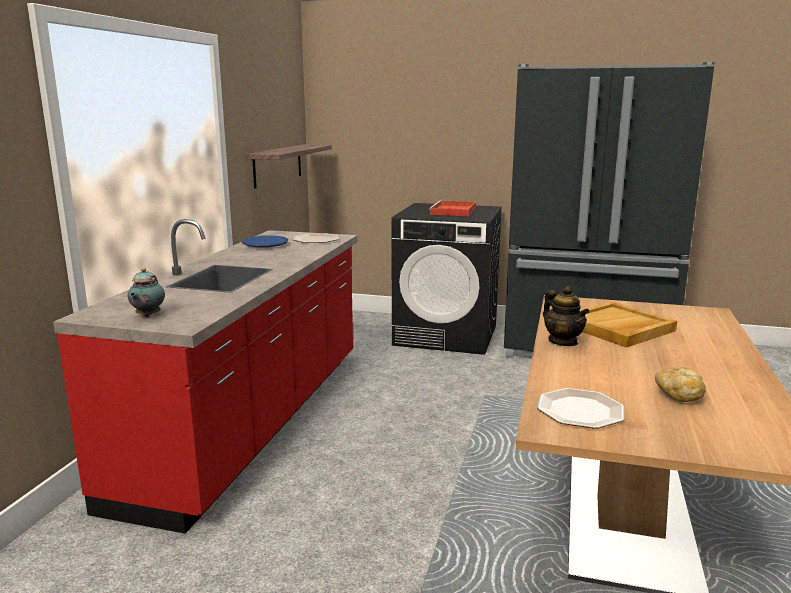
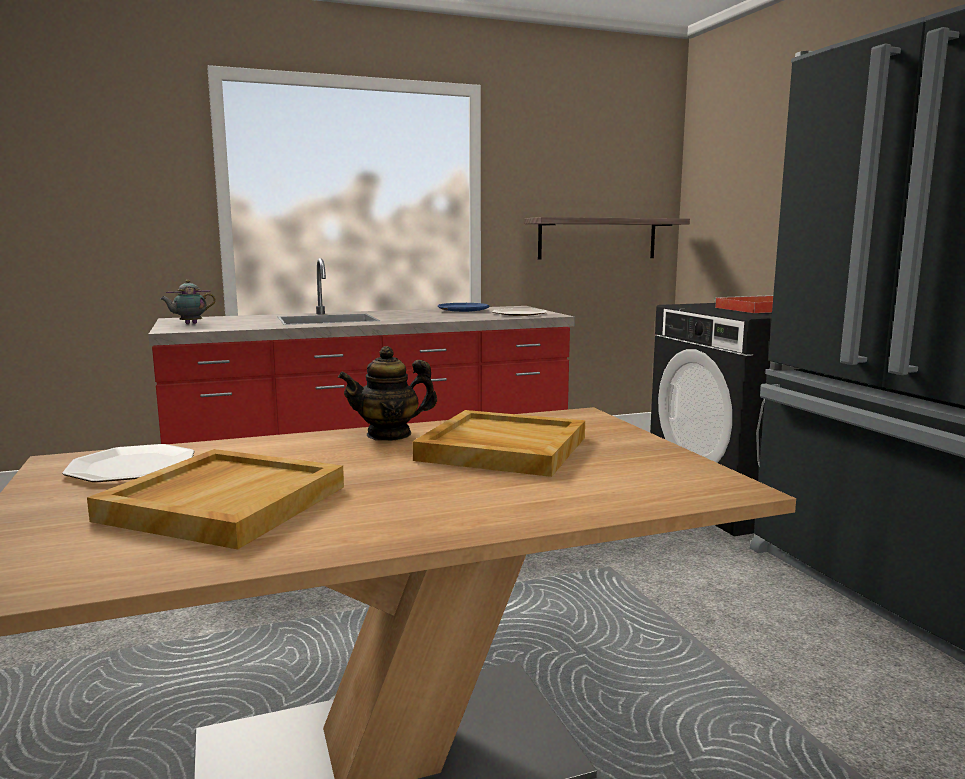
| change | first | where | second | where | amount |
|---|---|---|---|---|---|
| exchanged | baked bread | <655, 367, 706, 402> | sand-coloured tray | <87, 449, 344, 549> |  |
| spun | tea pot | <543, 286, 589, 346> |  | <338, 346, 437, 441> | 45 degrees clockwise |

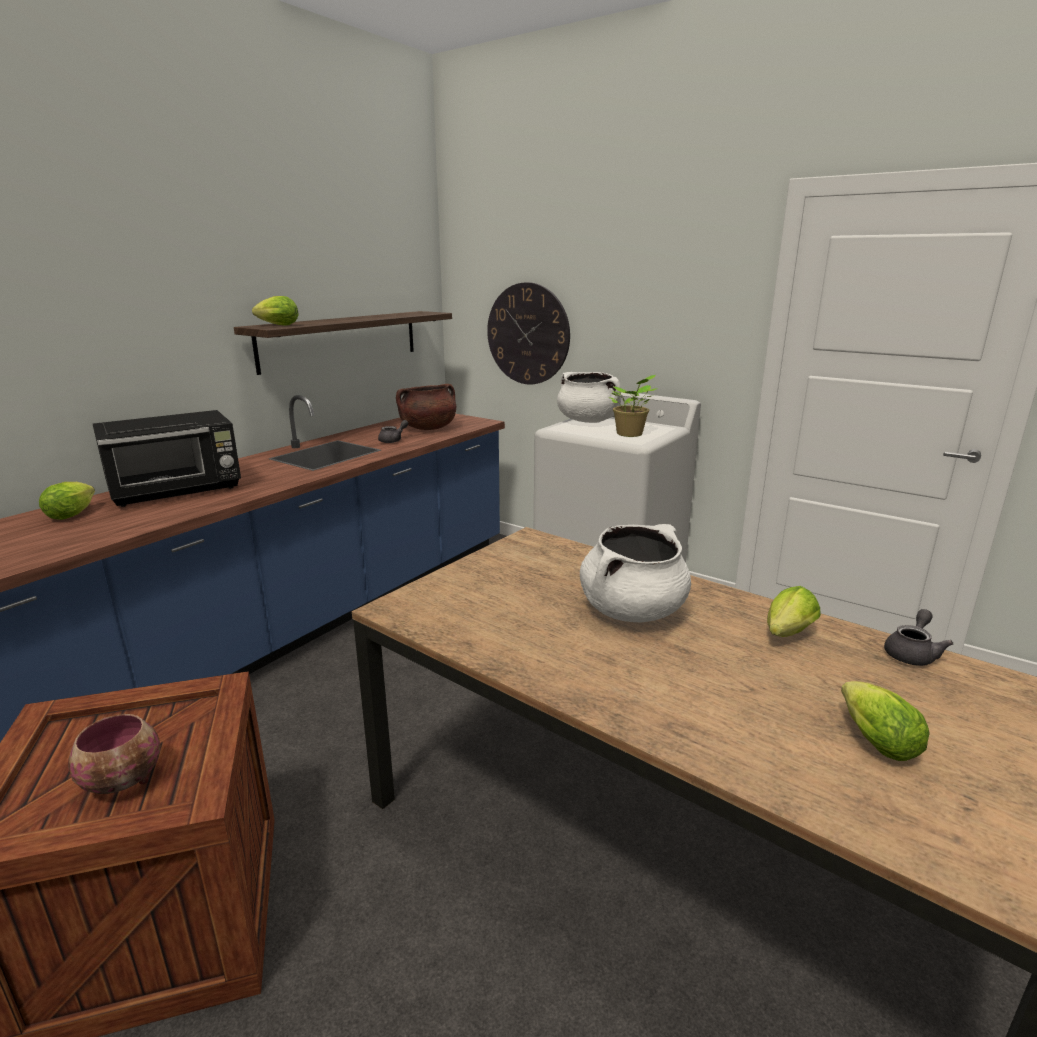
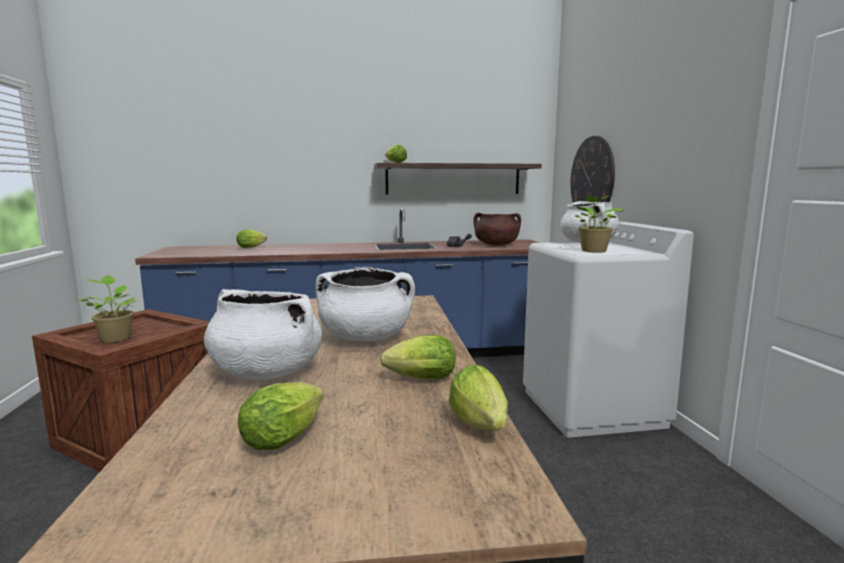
| change | first | where | second | where | amount |
|---|---|---|---|---|---|
| missing | black-coloured kitchen microwave | <93, 410, 241, 507> |  |  |  |
| appeared |  |  | whitish cooking pot | <204, 289, 322, 380> |  |
| exchanged | deep dish | <68, 714, 161, 794> | houseplant | <77, 275, 138, 343> |  |
| exchanged | gray tea pot | <884, 609, 953, 666> | head of lettuce | <449, 364, 508, 431> |  |

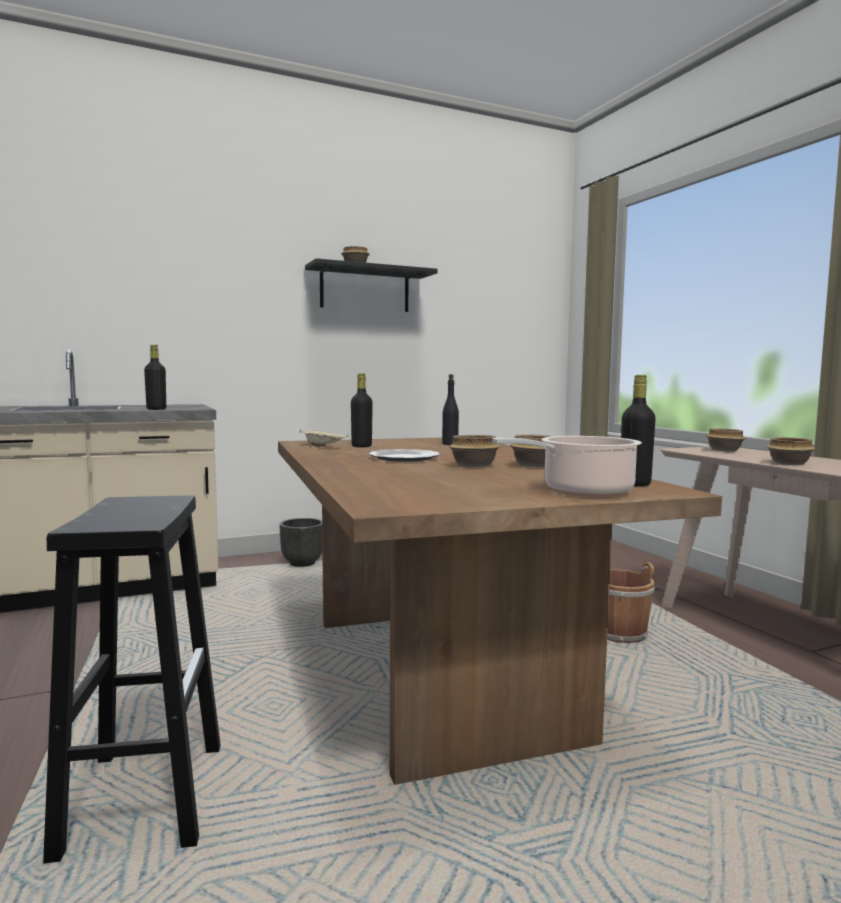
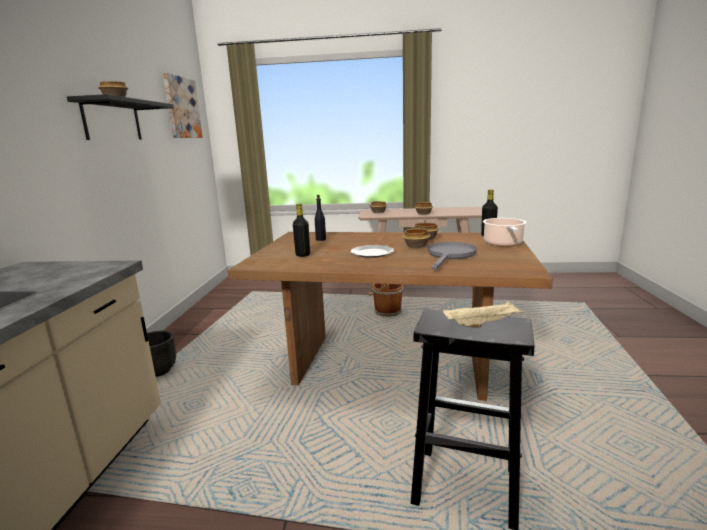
| change | first | where | second | where | amount |
|---|---|---|---|---|---|
| missing | black-coloured bottle | <144, 345, 166, 410> |  |  |  |
| appeared |  |  | wall art | <163, 73, 203, 138> |  |
| appeared |  |  | gray skillet | <428, 242, 477, 270> |  |
| relocated | sand-coloured tray | <300, 429, 349, 447> |  | <443, 301, 525, 328> |  |

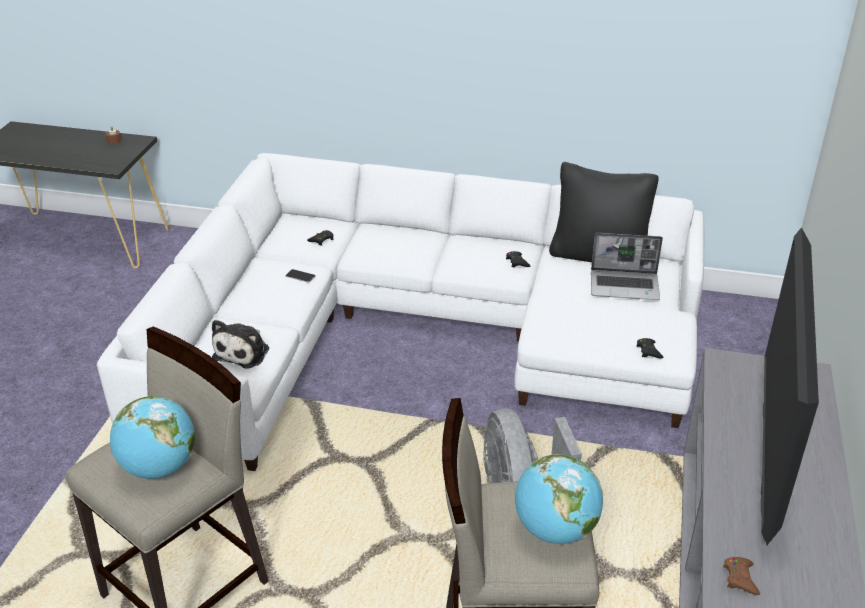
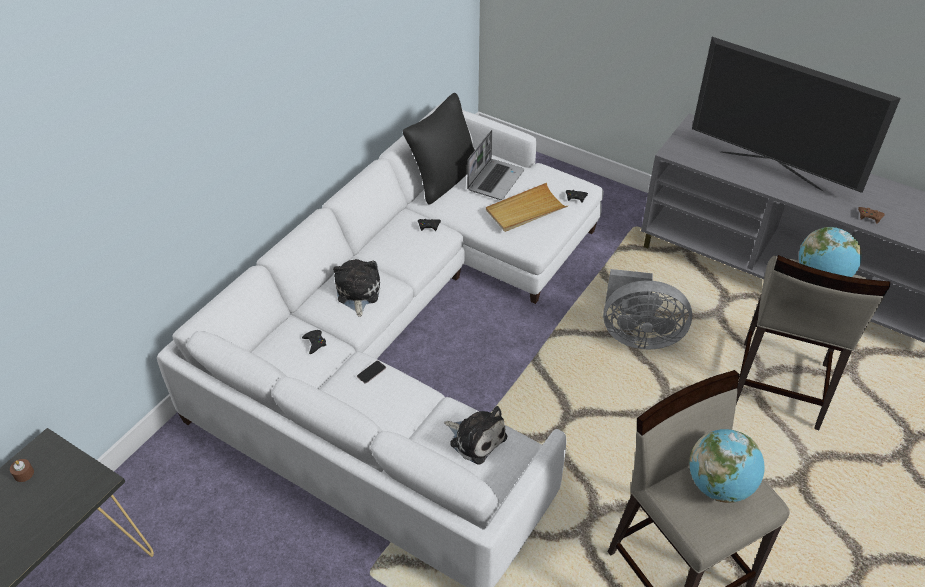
| change | first | where | second | where | amount |
|---|---|---|---|---|---|
| appeared |  |  | soft toy | <333, 259, 380, 317> |  |
| appeared |  |  | sand-coloured tray | <486, 183, 569, 232> |  |

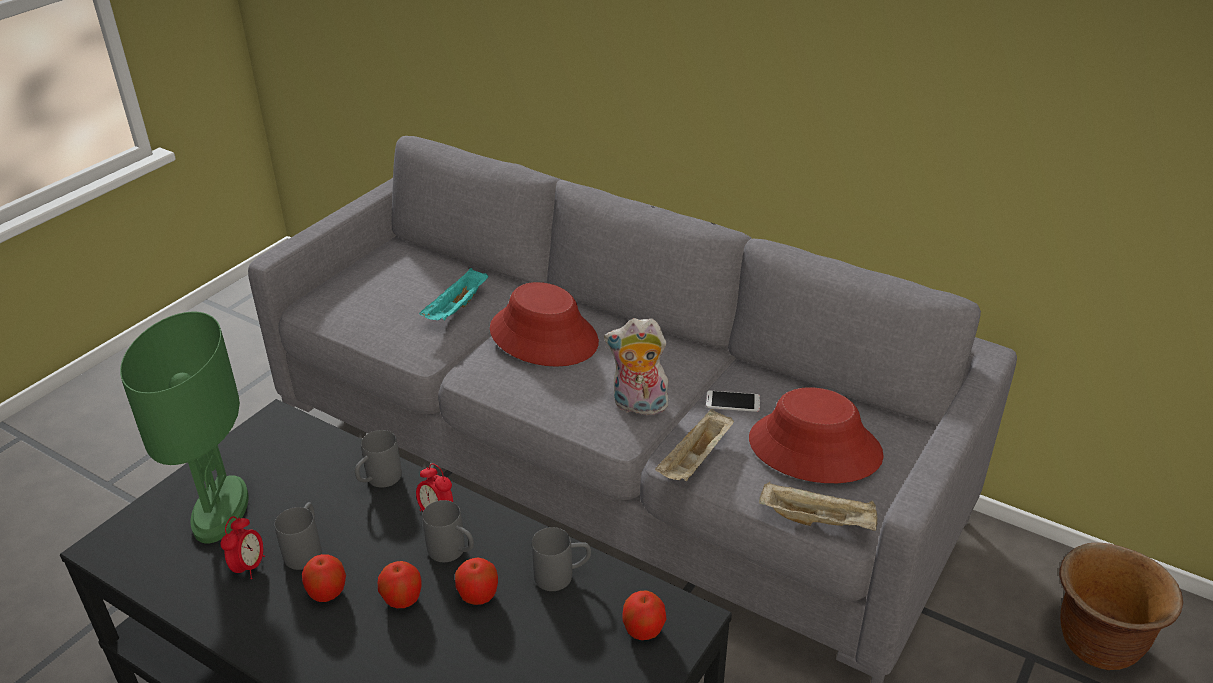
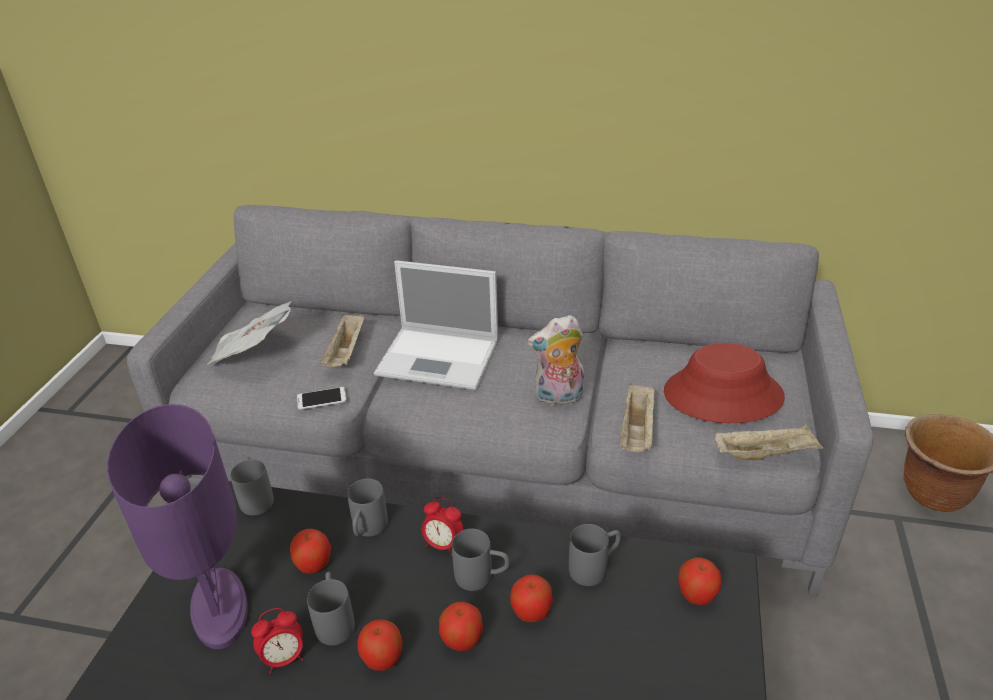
| change | first | where | second | where | amount |
|---|---|---|---|---|---|
| appeared |  |  | daily paper | <207, 301, 292, 365> |  |
| appeared |  |  | gray tea mug | <230, 456, 274, 516> |  |
| appeared |  |  | apple | <290, 529, 331, 574> |  |
| relocated | phone | <706, 390, 760, 412> |  | <297, 387, 347, 410> |  |
| exchanged | red-coloured hat | <490, 282, 599, 367> | laptop | <374, 260, 498, 390> |  |
| colour | greenish tabletop lamp | <120, 311, 248, 544> | purplish tabletop lamp | <107, 404, 248, 649> |  |
| colour | turquoise-coloured tray | <419, 268, 488, 320> | sand-coloured tray | <320, 313, 364, 367> |  |
| spun | table clock | <221, 516, 265, 579> |  | <251, 608, 303, 674> | 75 degrees clockwise |

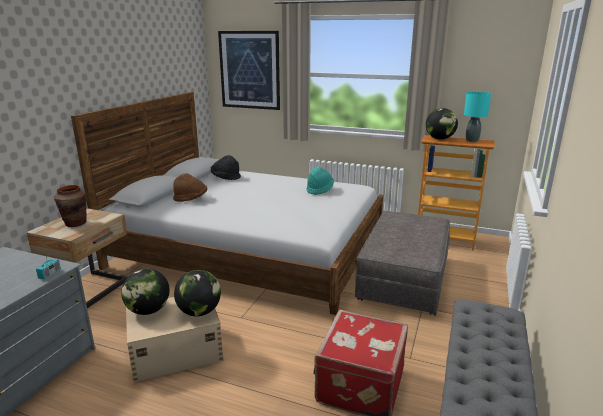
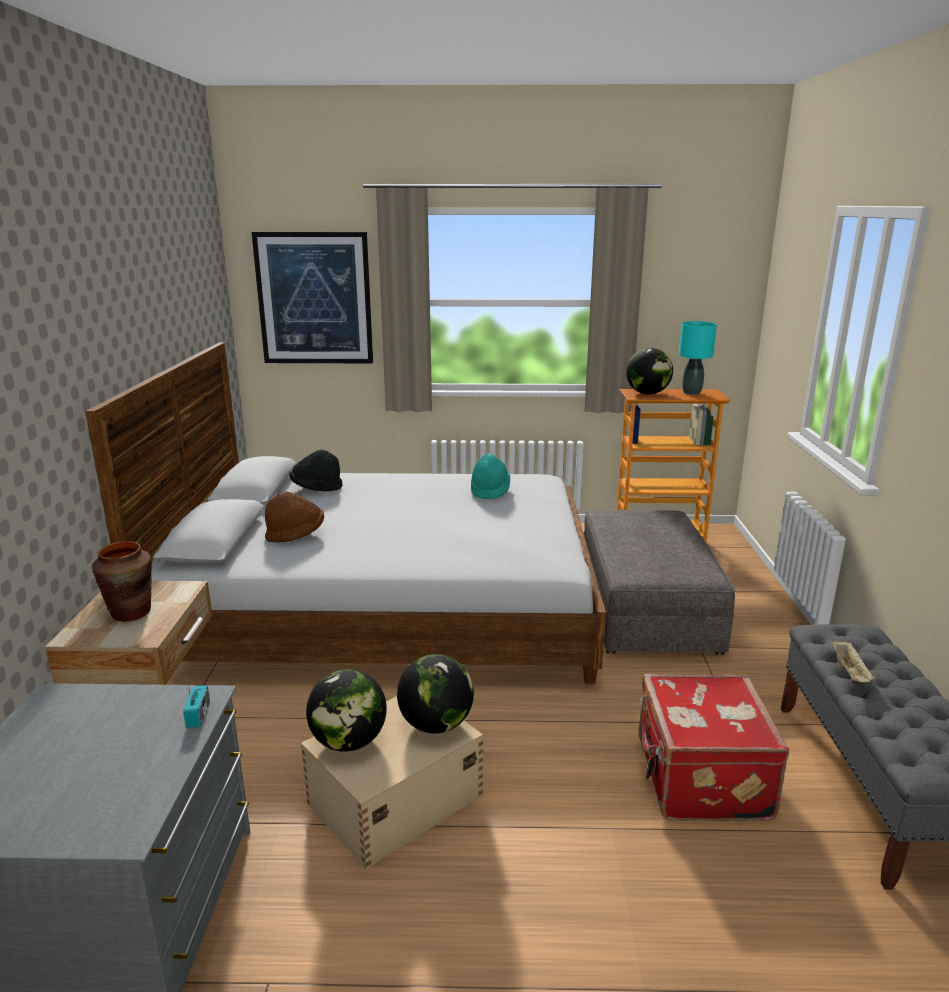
| change | first | where | second | where | amount |
|---|---|---|---|---|---|
| appeared |  |  | sand-coloured tray | <831, 639, 875, 682> |  |

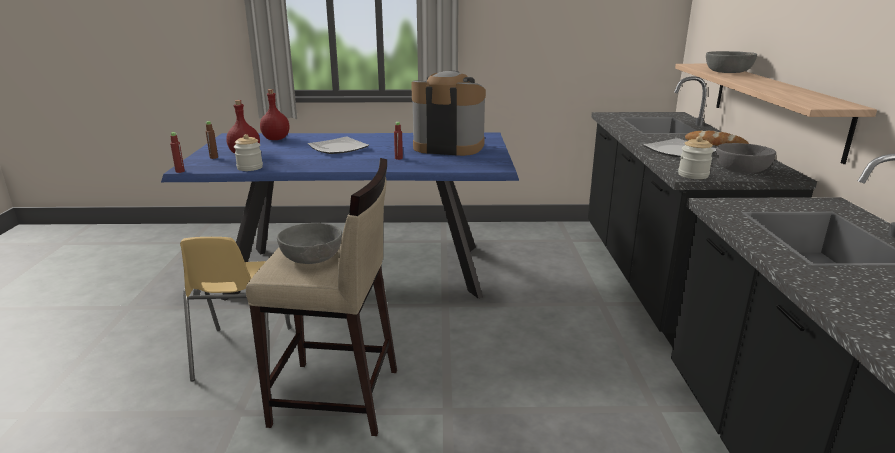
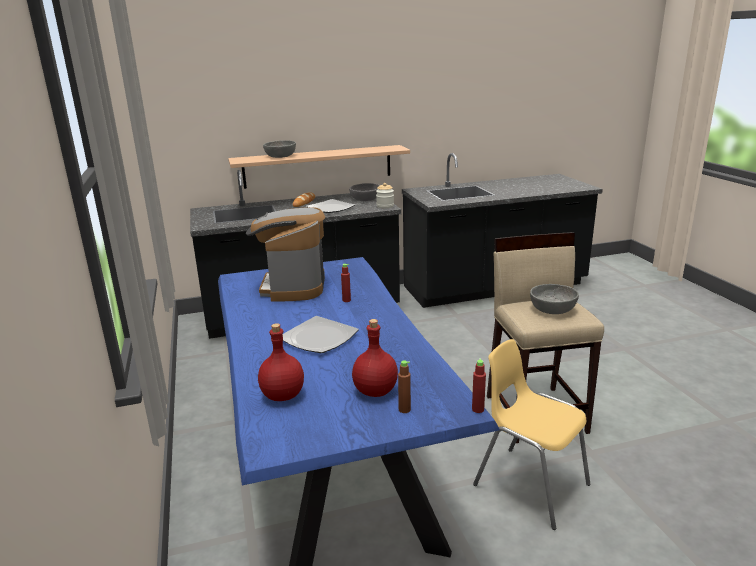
| change | first | where | second | where | amount |
|---|---|---|---|---|---|
| missing | preserve jar | <234, 134, 263, 171> |  |  |  |
| spun | yellow-coloured plain chair | <180, 237, 291, 382> |  | <473, 339, 591, 530> | 120 degrees counterclockwise |

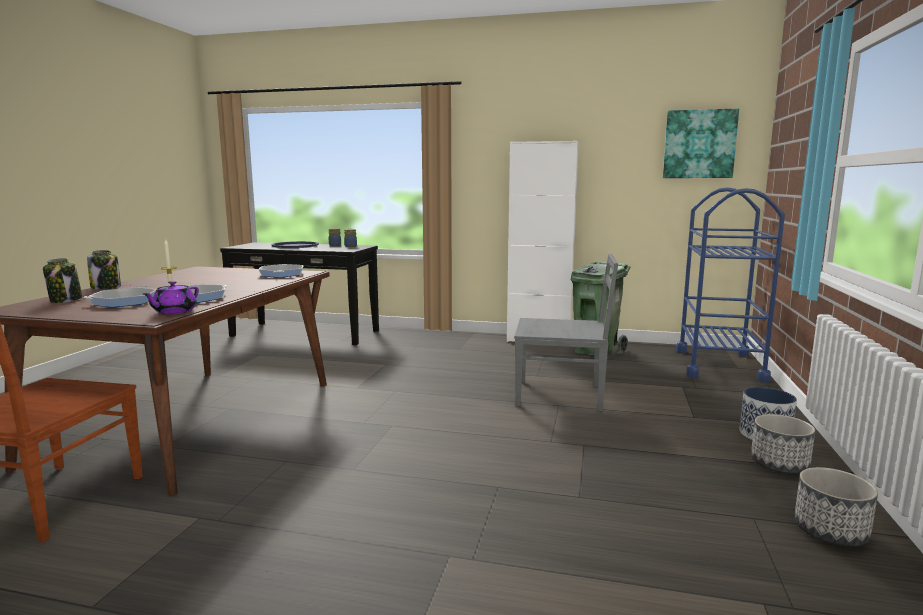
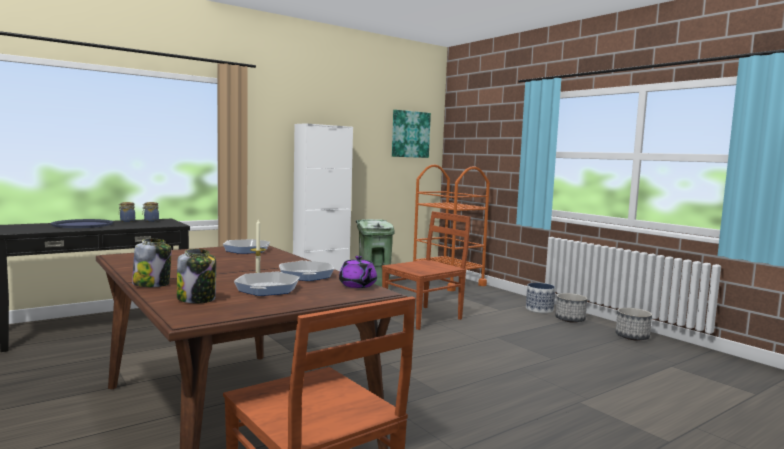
| change | first | where | second | where | amount |
|---|---|---|---|---|---|
| colour | gray plain chair | <514, 254, 618, 411> | brown-coloured plain chair | <382, 211, 470, 330> |  |
| colour | bluish cart | <676, 187, 785, 383> | orange cart | <413, 164, 490, 291> |  |

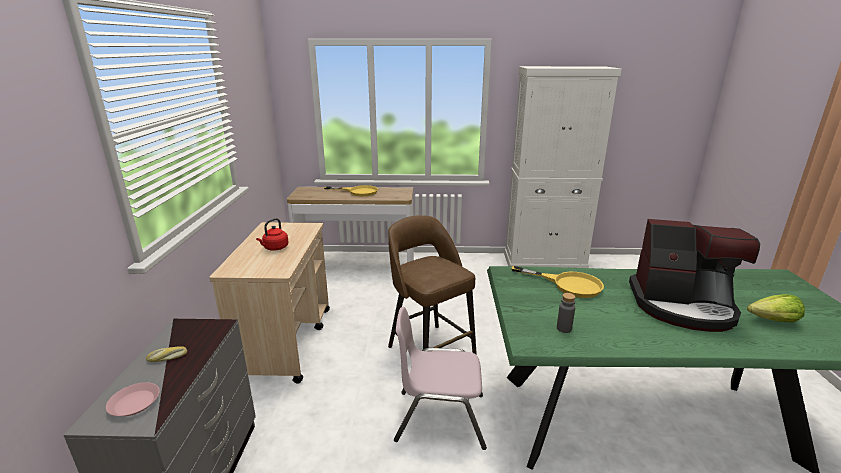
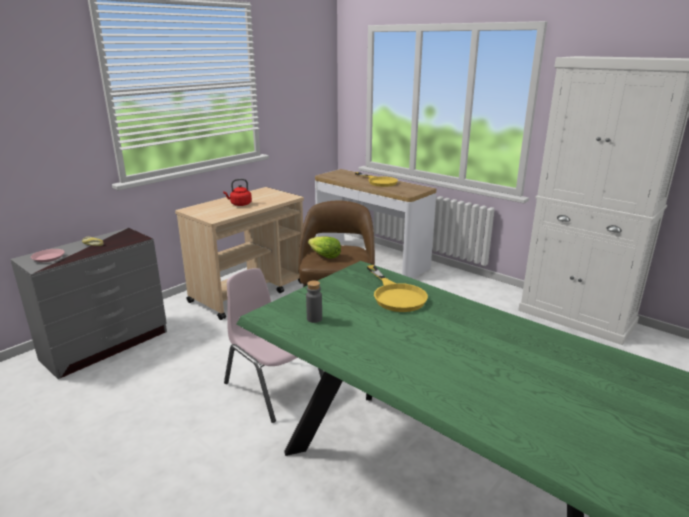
| change | first | where | second | where | amount |
|---|---|---|---|---|---|
| missing | coffee machine | <629, 219, 760, 332> |  |  |  |
| relocated | head of lettuce | <747, 294, 805, 323> |  | <308, 236, 341, 259> |  |

